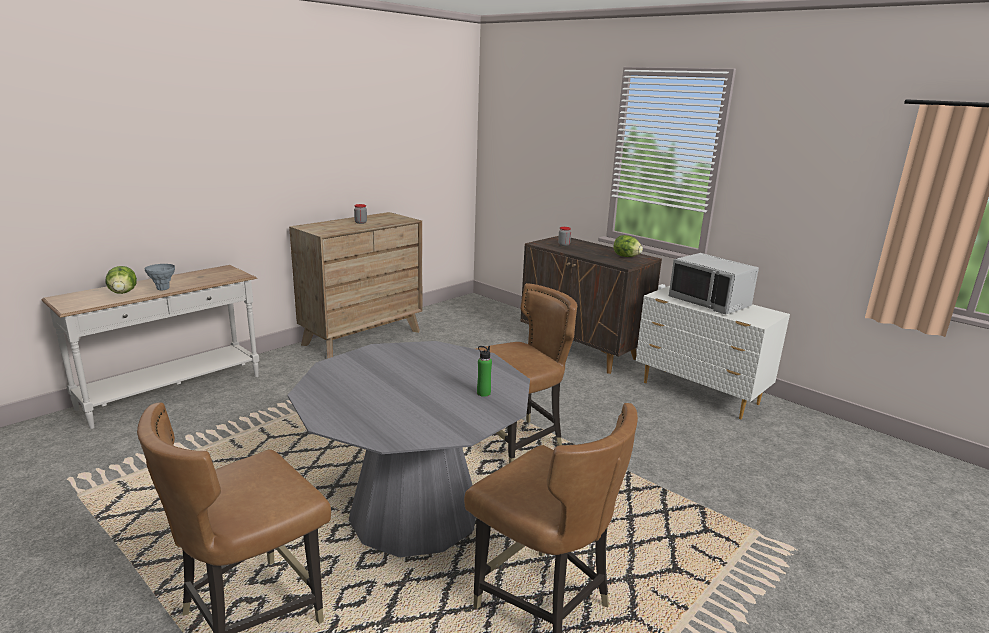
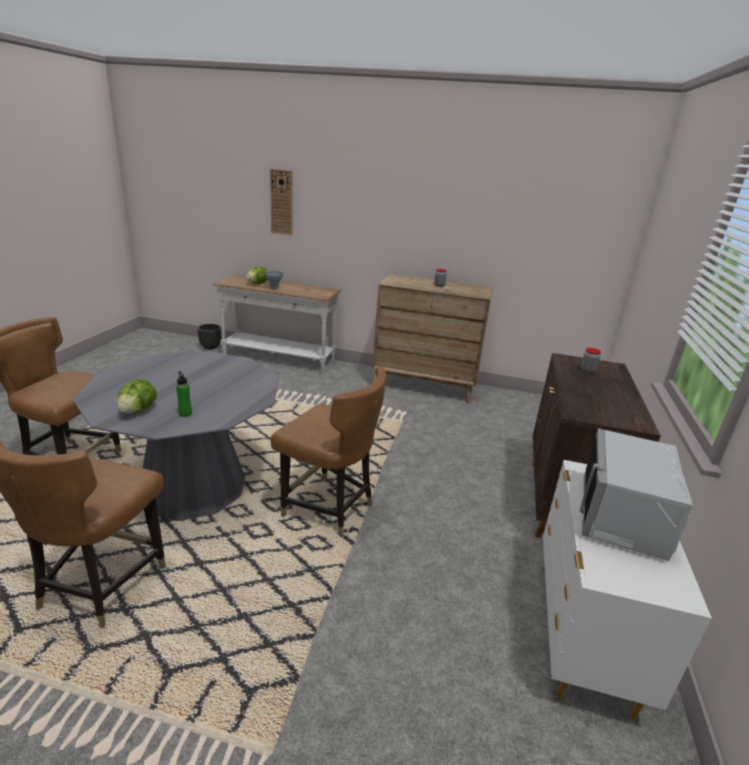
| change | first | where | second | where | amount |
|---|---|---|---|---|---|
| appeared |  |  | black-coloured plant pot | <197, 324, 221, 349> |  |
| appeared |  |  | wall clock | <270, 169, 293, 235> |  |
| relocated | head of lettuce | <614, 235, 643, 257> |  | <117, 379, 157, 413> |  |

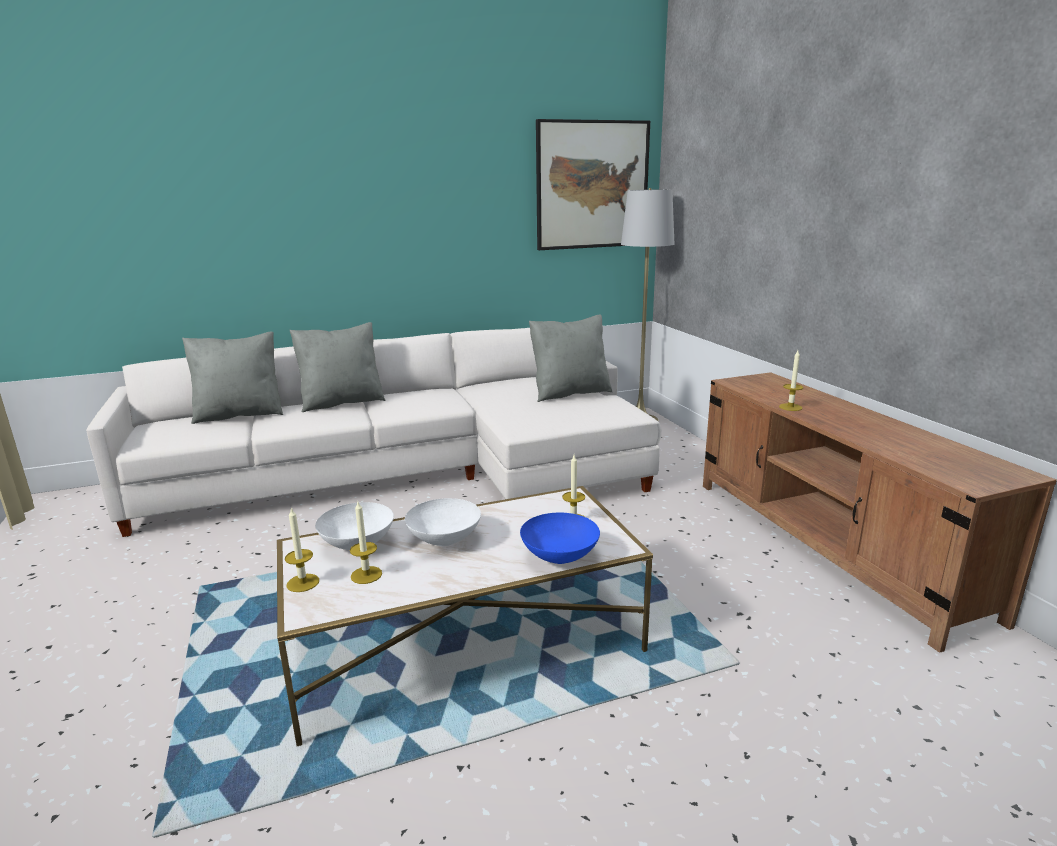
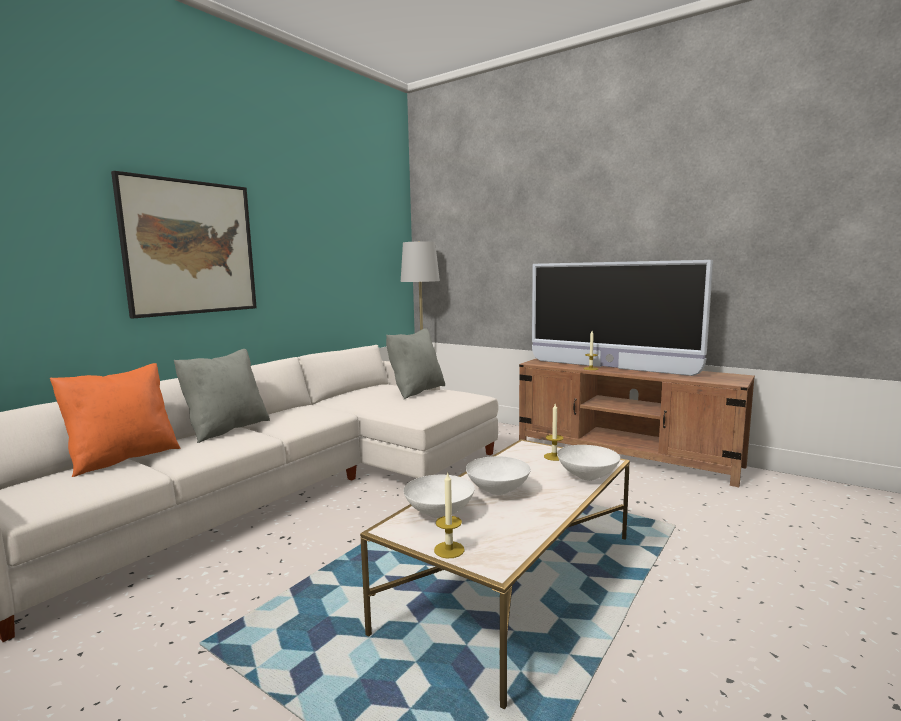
| change | first | where | second | where | amount |
|---|---|---|---|---|---|
| missing | wax candle | <350, 500, 382, 584> |  |  |  |
| appeared |  |  | TV set | <532, 260, 713, 376> |  |
| relocated | wall art | <536, 119, 650, 250> |  | <111, 171, 257, 318> |  |
| colour | gray throw pillow | <182, 332, 283, 424> | orange throw pillow | <50, 363, 180, 477> |  |
| colour | bluish deep dish | <520, 513, 600, 564> | whitish deep dish | <557, 445, 620, 481> |  |

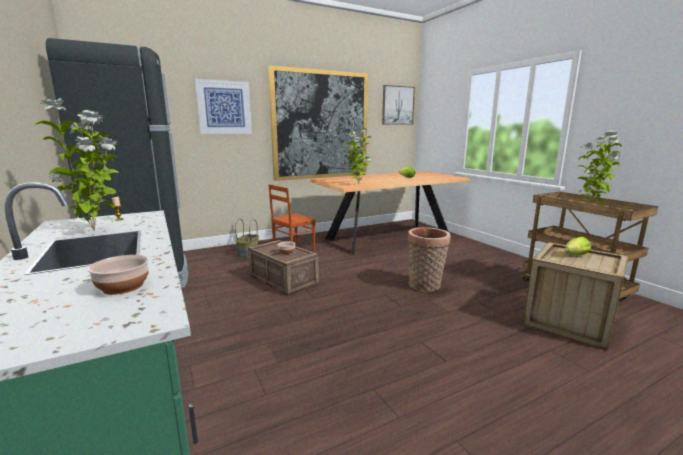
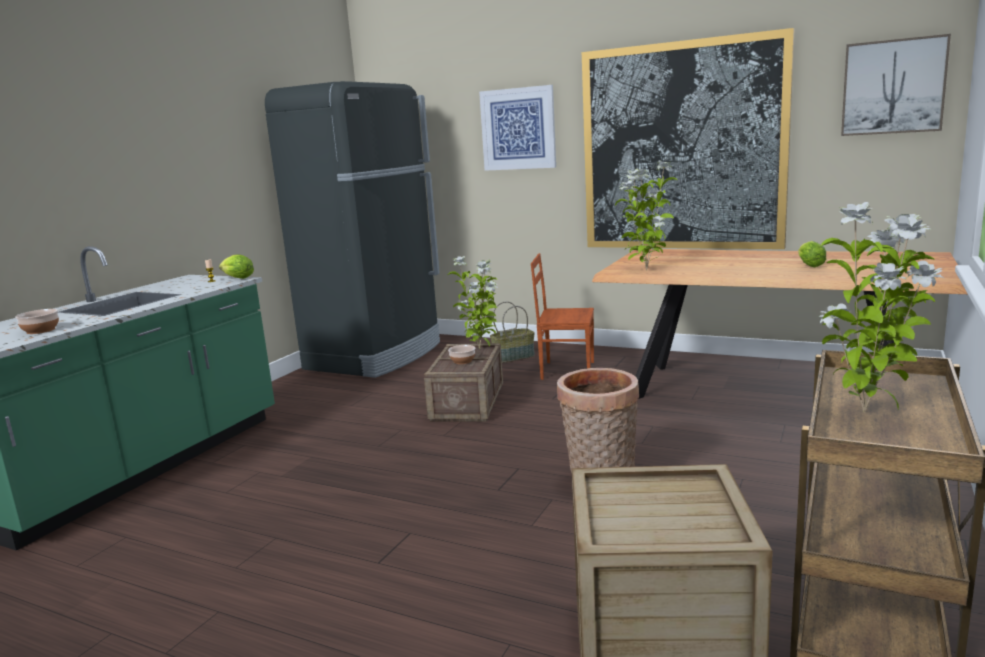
| change | first | where | second | where | amount |
|---|---|---|---|---|---|
| relocated | houseplant | <34, 98, 119, 231> |  | <448, 256, 498, 349> |  |
| relocated | head of lettuce | <565, 237, 591, 256> |  | <219, 255, 254, 279> |  |

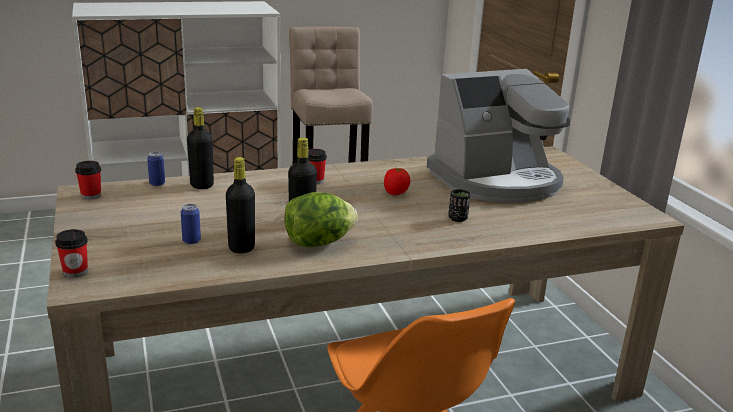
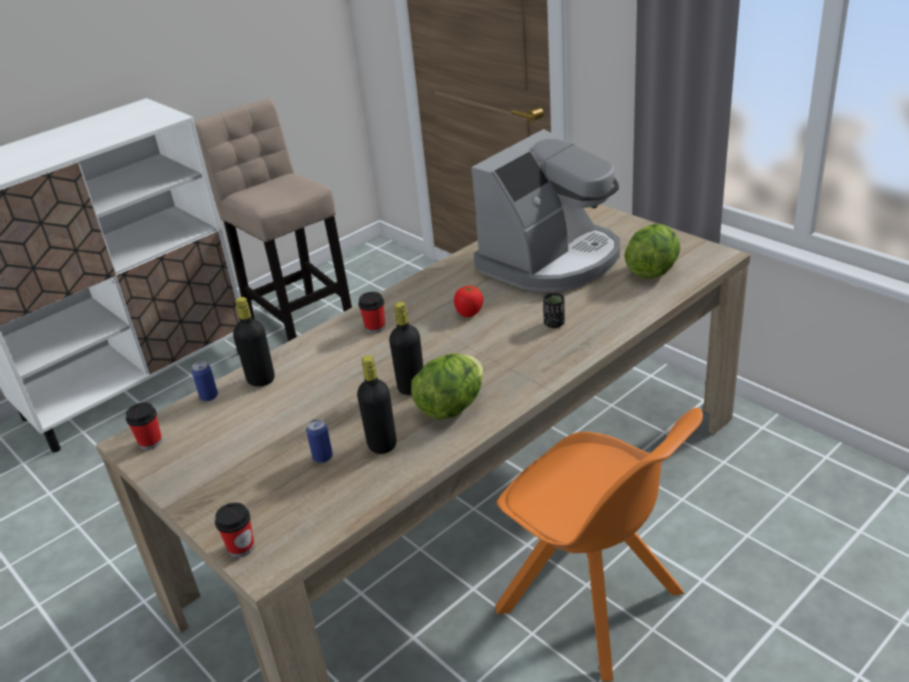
| change | first | where | second | where | amount |
|---|---|---|---|---|---|
| appeared |  |  | head of lettuce | <624, 224, 680, 278> |  |

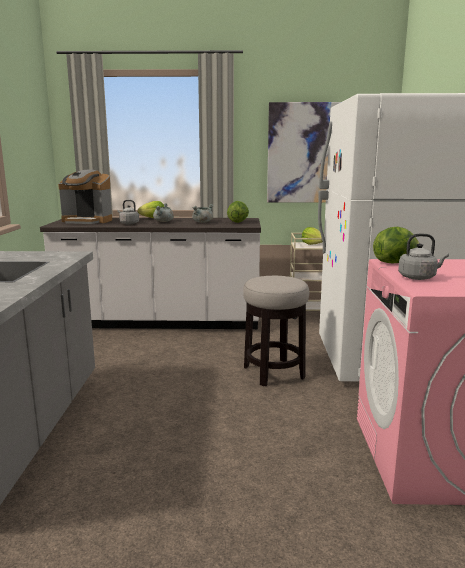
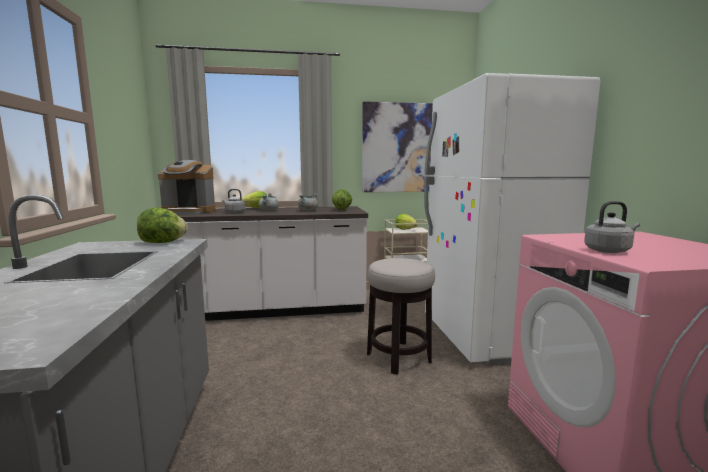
| change | first | where | second | where | amount |
|---|---|---|---|---|---|
| relocated | head of lettuce | <373, 227, 419, 263> |  | <137, 207, 188, 243> |  |

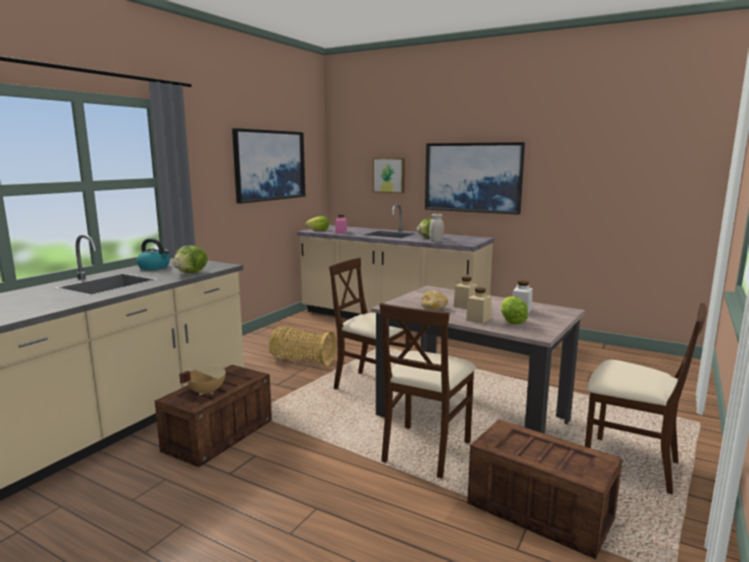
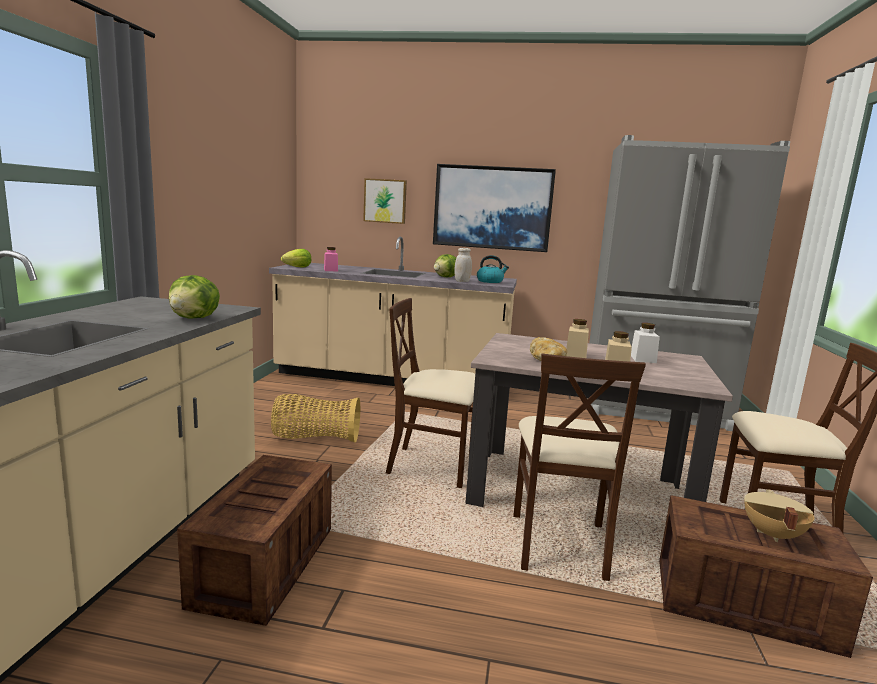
| change | first | where | second | where | amount |
|---|---|---|---|---|---|
| missing | wall art | <232, 128, 305, 204> |  |  |  |
| missing | head of lettuce | <501, 296, 528, 325> |  |  |  |
| appeared |  |  | gray fridge | <589, 135, 790, 431> |  |
| relocated | water kettle | <137, 238, 170, 270> |  | <477, 255, 509, 283> |  |
| relocated | sand-coloured cooking pot | <179, 366, 226, 395> |  | <744, 489, 814, 542> |  |

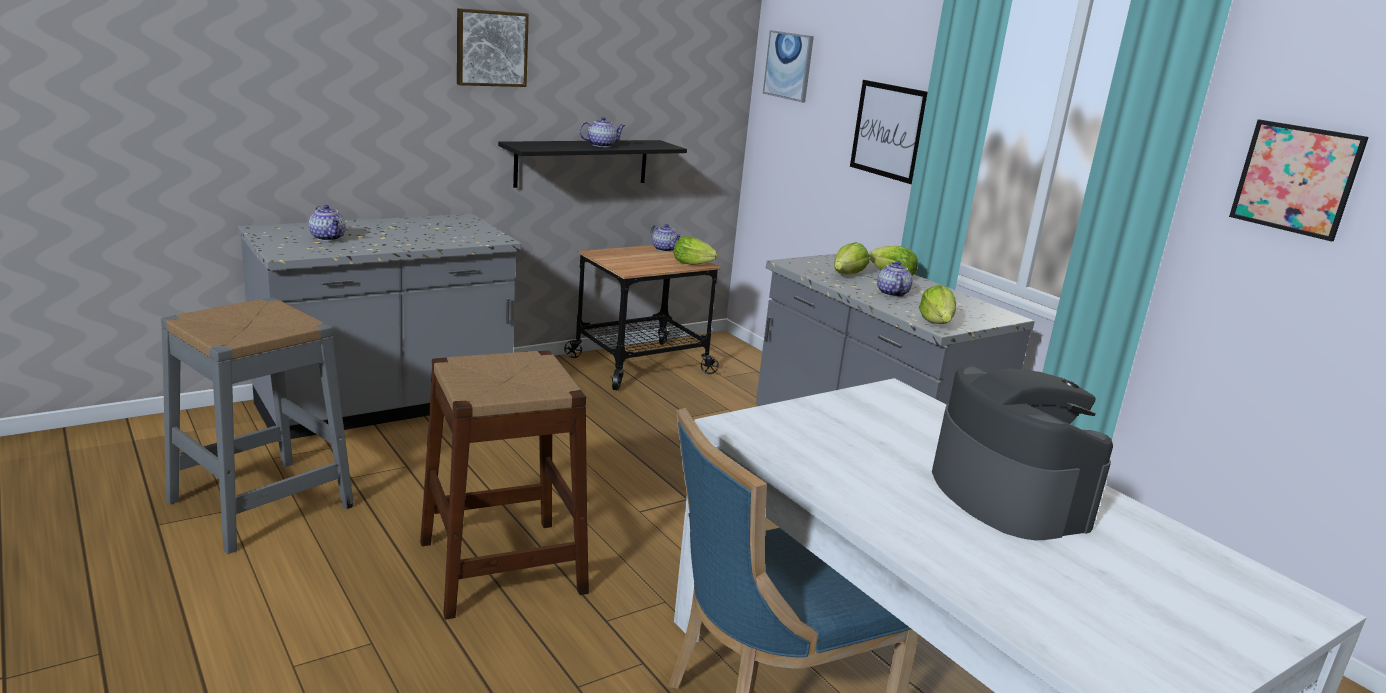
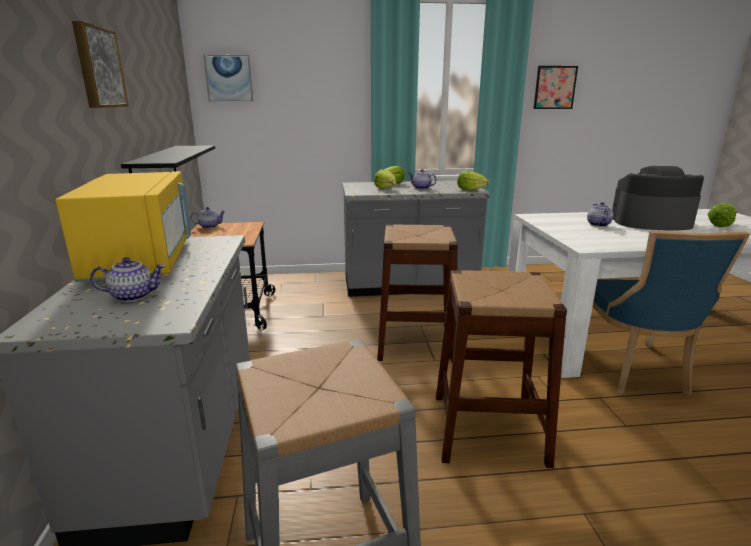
| change | first | where | second | where | amount |
|---|---|---|---|---|---|
| missing | wall art | <850, 80, 928, 185> |  |  |  |
| appeared |  |  | yellow-coloured kitchen microwave | <55, 171, 191, 284> |  |
| appeared |  |  | brown-coloured stool seat | <377, 225, 458, 363> |  |
| relocated | tea pot | <579, 117, 626, 147> |  | <587, 202, 613, 227> |  |
| relocated | head of lettuce | <674, 236, 718, 265> |  | <708, 203, 736, 227> |  |

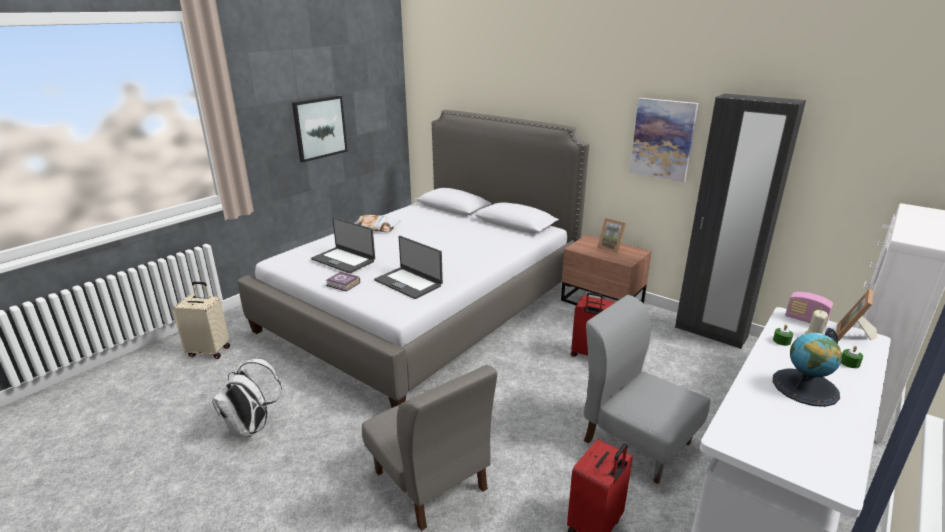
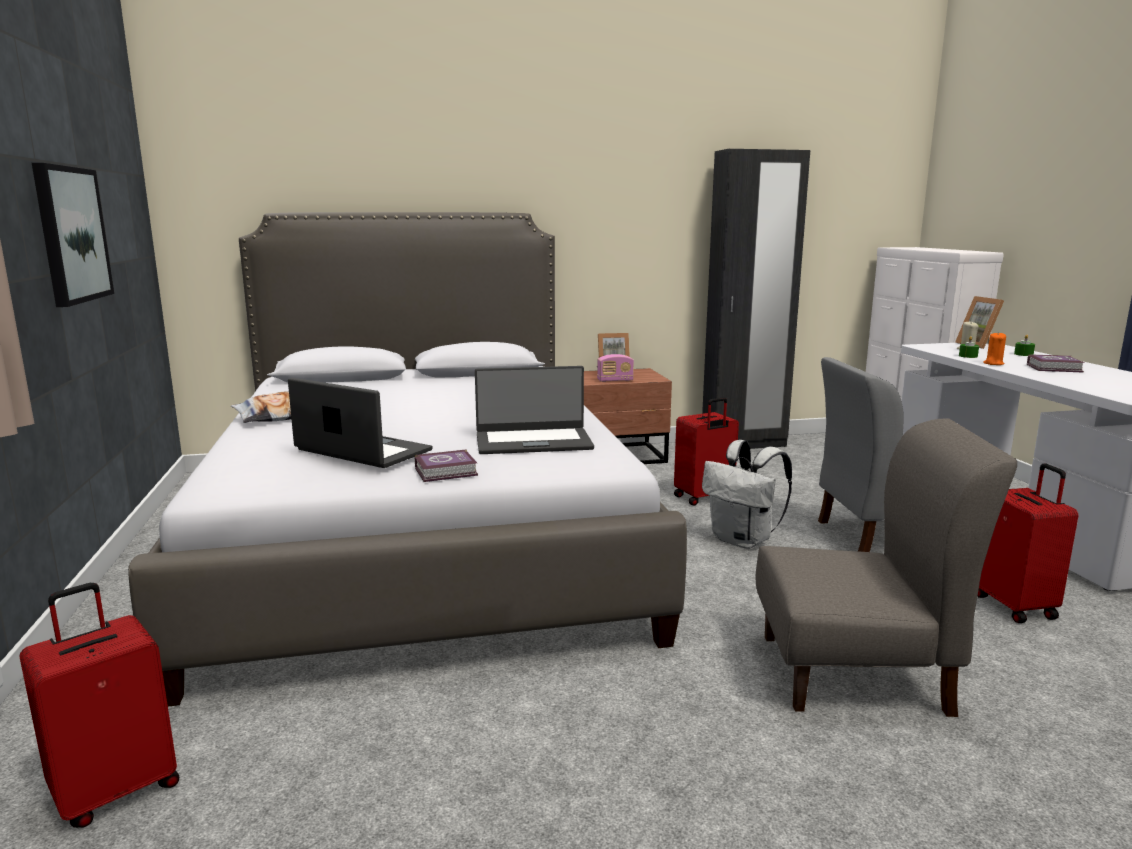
| change | first | where | second | where | amount |
|---|---|---|---|---|---|
| missing | wall art | <630, 98, 698, 182> |  |  |  |
| appeared |  |  | orange wax candle | <983, 332, 1006, 365> |  |
| relocated | whitish rucksack | <212, 359, 282, 437> |  | <702, 440, 792, 549> |  |
| relocated | radio | <785, 292, 833, 326> |  | <597, 354, 634, 382> |  |
| exchanged | desk globe | <773, 328, 842, 407> | bound book | <1027, 354, 1084, 373> |  |
| colour | sand-coloured suitcase | <173, 282, 230, 359> | red-coloured suitcase | <19, 583, 179, 828> |  |
| spun | laptop | <311, 217, 375, 273> |  | <288, 378, 432, 468> | 135 degrees counterclockwise |

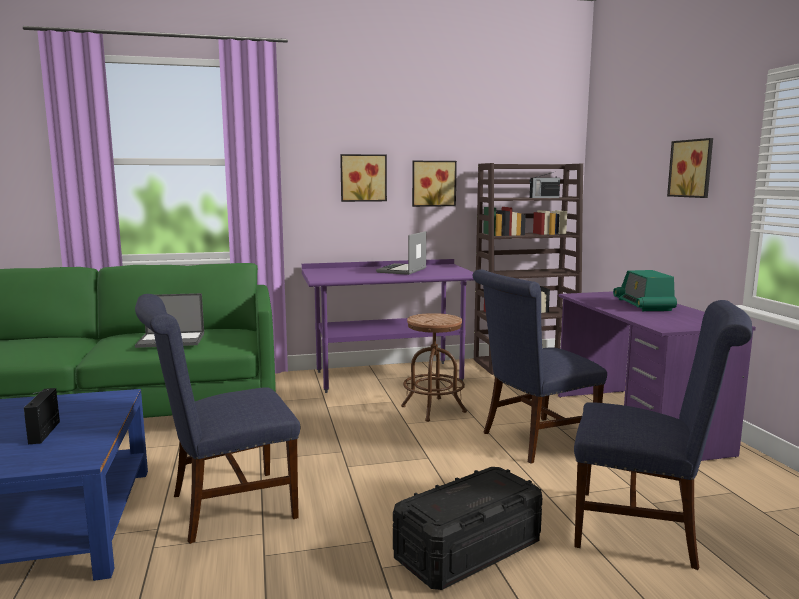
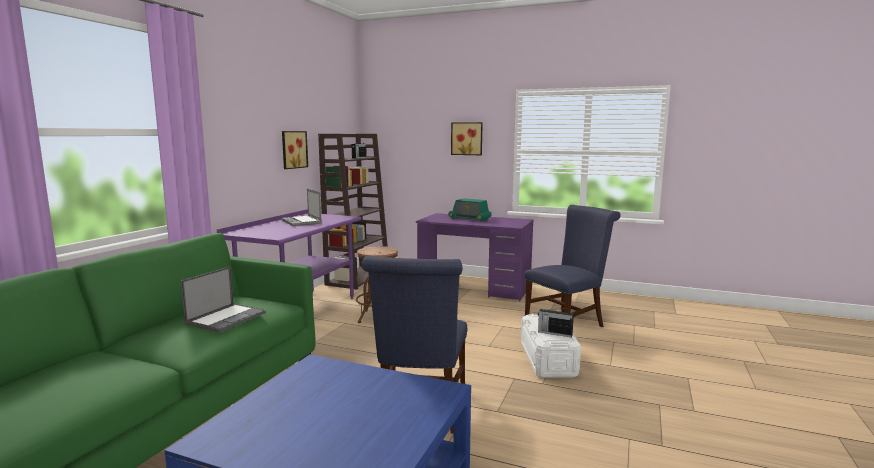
| change | first | where | second | where | amount |
|---|---|---|---|---|---|
| missing | wall art | <340, 154, 387, 202> |  |  |  |
| missing | bluish plain chair | <473, 269, 607, 464> |  |  |  |
| relocated | radio | <24, 388, 60, 444> |  | <538, 308, 574, 337> |  |
| colour | black-coloured storage container | <393, 467, 542, 590> | whitish storage container | <521, 314, 581, 378> |  |

